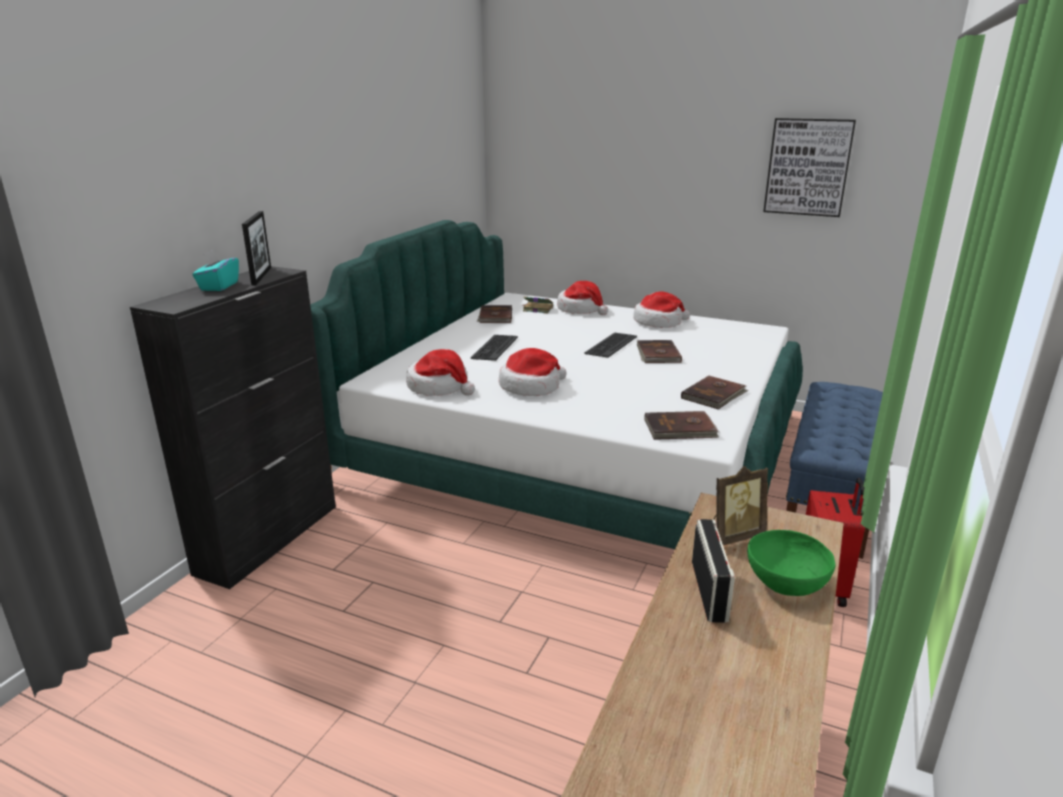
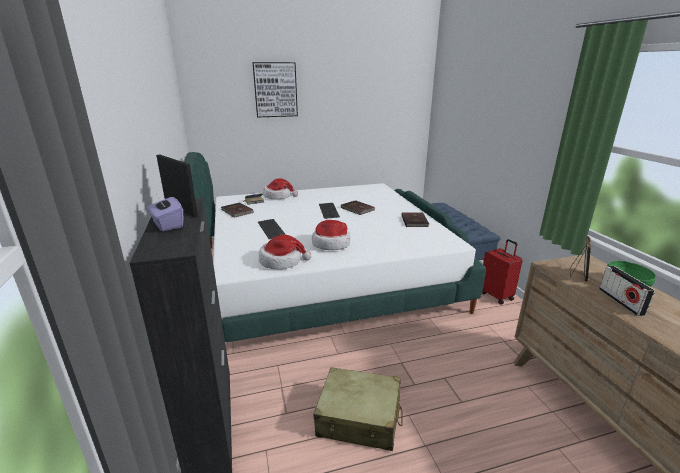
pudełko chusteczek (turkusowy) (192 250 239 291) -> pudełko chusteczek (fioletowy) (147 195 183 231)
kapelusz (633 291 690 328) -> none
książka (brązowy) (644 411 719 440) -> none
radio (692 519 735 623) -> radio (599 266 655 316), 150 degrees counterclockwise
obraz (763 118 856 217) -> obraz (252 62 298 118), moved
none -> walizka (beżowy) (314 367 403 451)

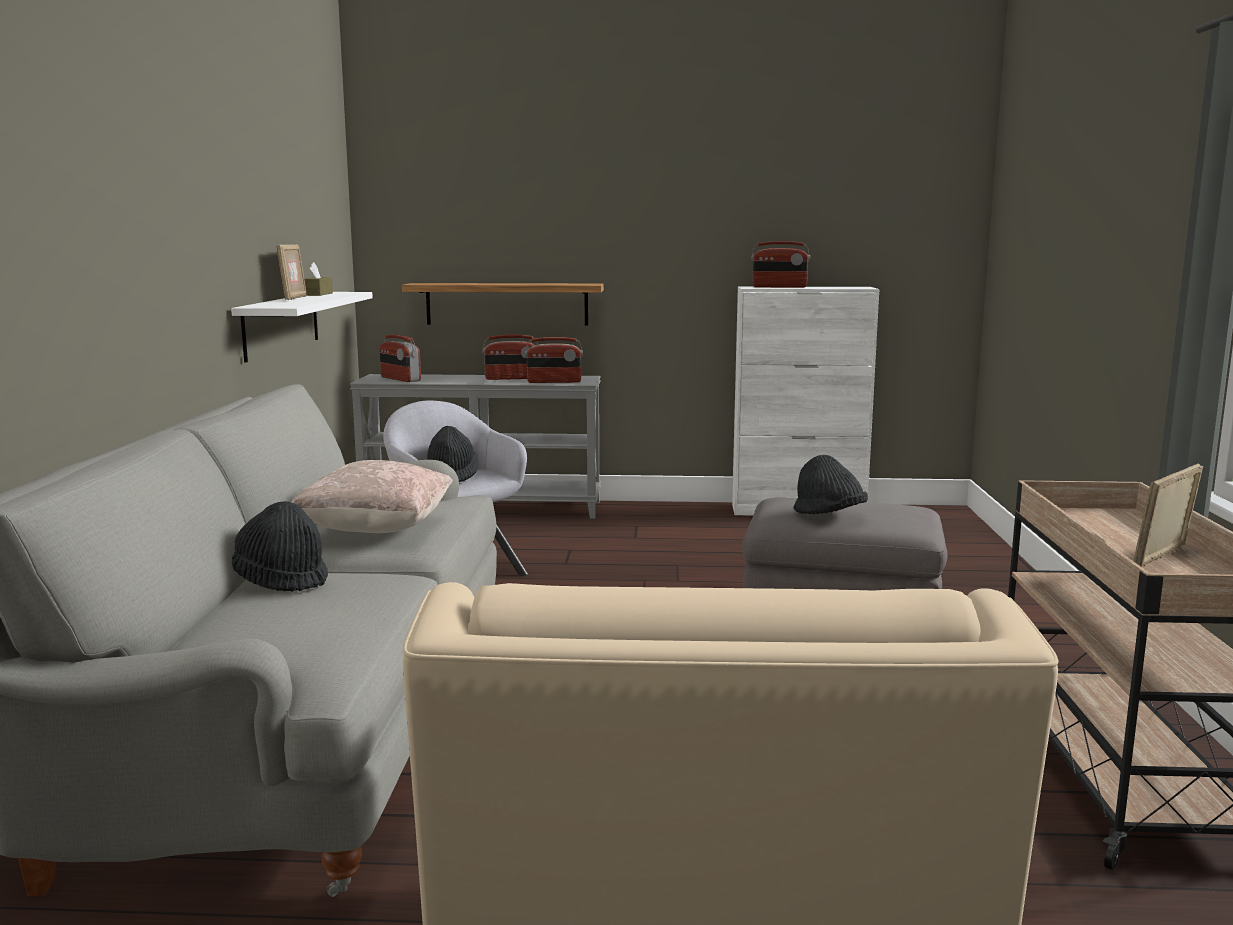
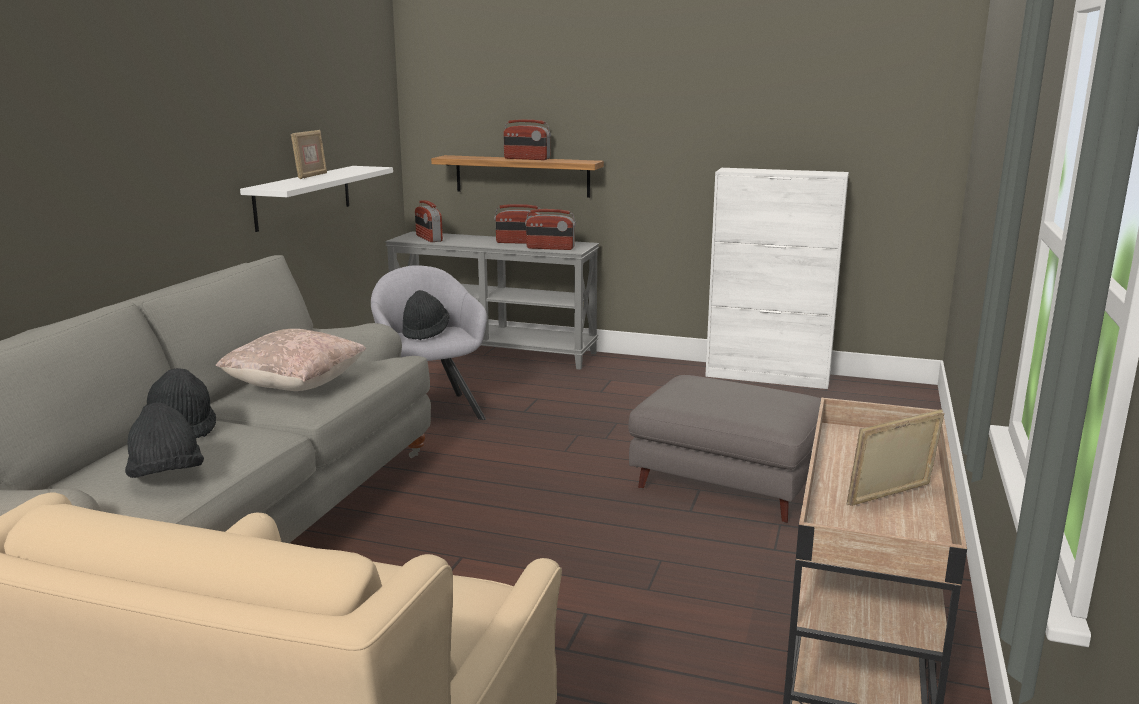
pudełko chusteczek (brązowy) (304 262 333 296) -> none
radio (751 241 810 288) -> radio (503 119 551 160), moved
kapelusz (czarny) (793 455 868 514) -> kapelusz (czarny) (125 402 204 478), moved

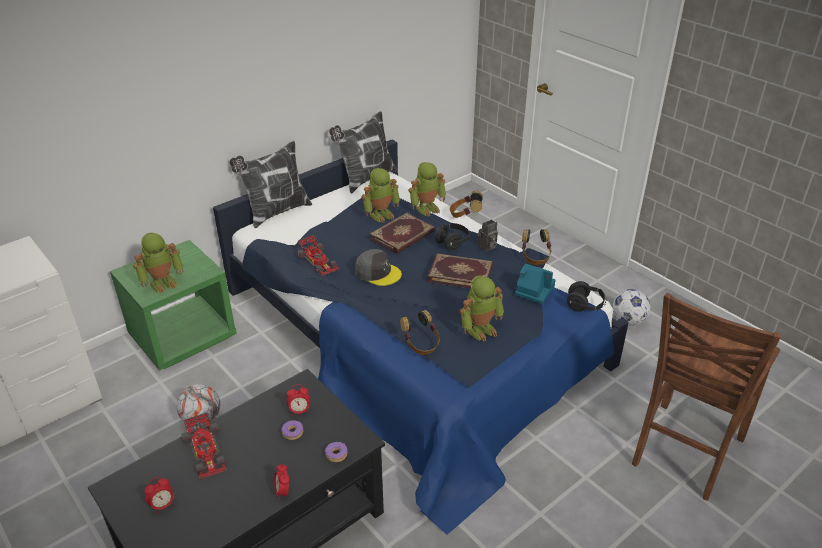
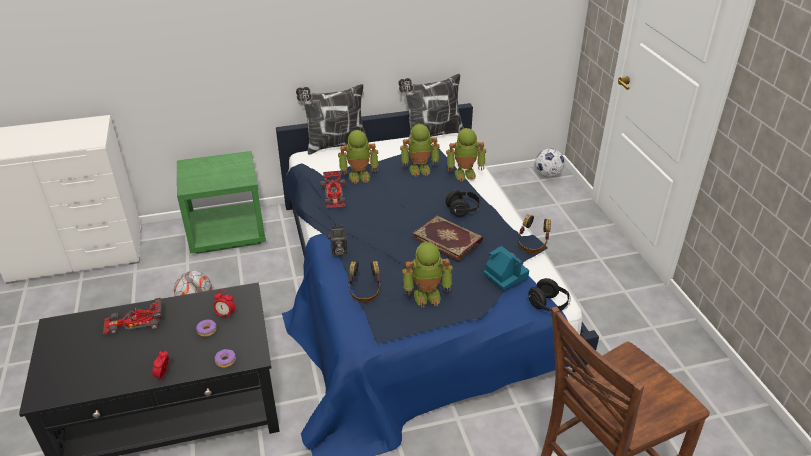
robot zabawkowy (133 232 183 294) -> robot zabawkowy (338 130 378 184), moved
budzik (144 477 174 514) -> none
samochodzik (181 412 227 480) -> samochodzik (103 298 162 335), 75 degrees clockwise
czapka z daszkiem (szary) (355 249 402 286) -> none
książka (370 213 435 254) -> none
słuchawki (449 191 483 218) -> none
aparat fotograficzny (477 219 498 252) -> aparat fotograficzny (328 225 347 257), moved
piłka futbolowa (613 289 650 326) -> piłka futbolowa (535 148 565 178), moved

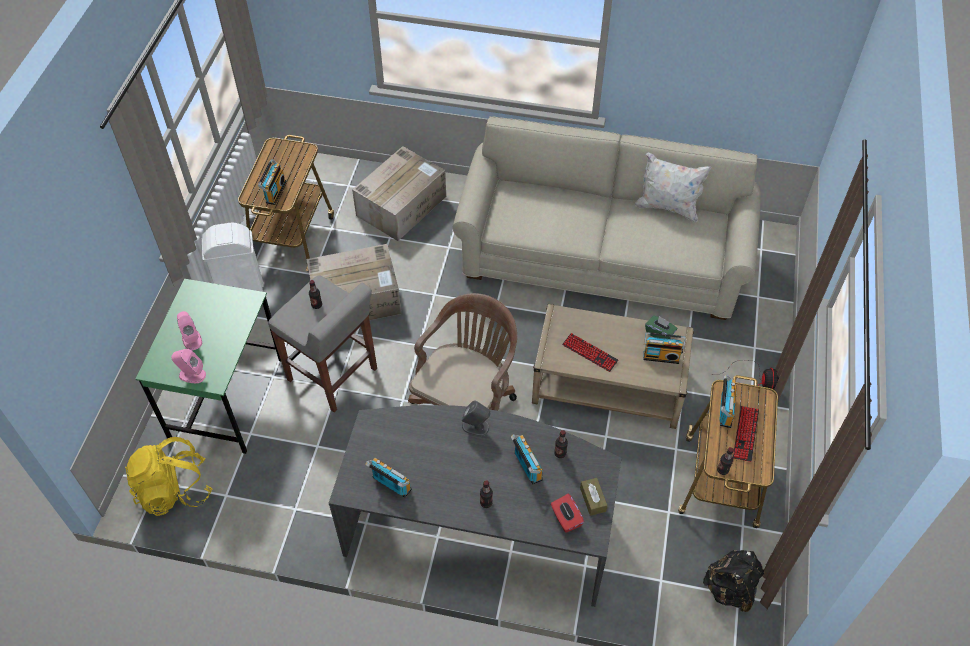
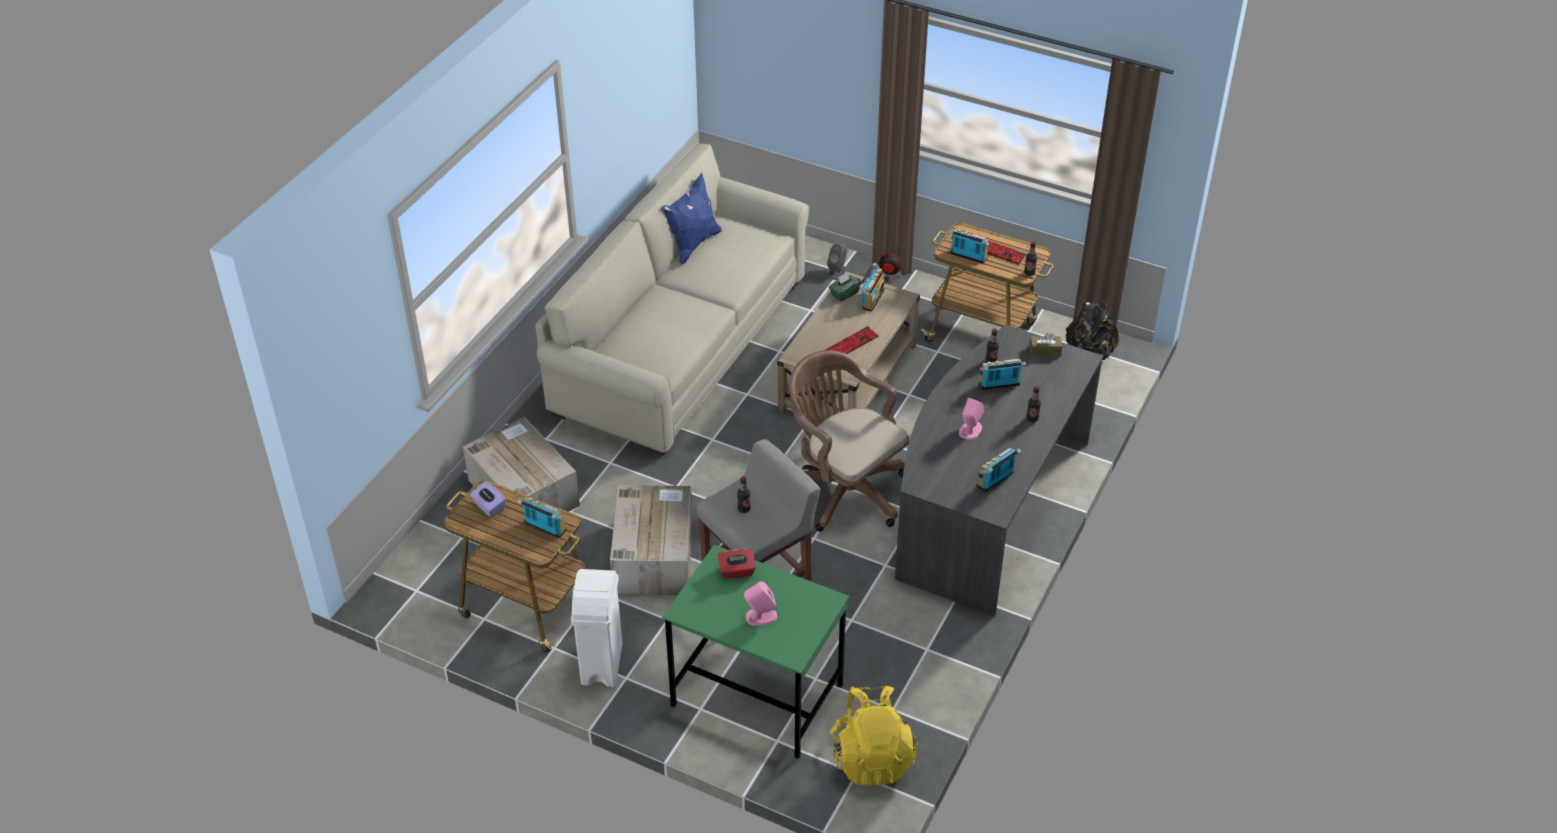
głośnik (różowy) (171 349 206 383) -> głośnik (różowy) (959 398 985 440), moved
głośnik (szary) (462 401 490 436) -> głośnik (szary) (827 244 848 280), moved
pudełko chusteczek (czerwony) (551 494 584 533) -> pudełko chusteczek (czerwony) (718 549 756 579), moved
poduszka (biały) (635 152 711 223) -> poduszka (niebieski) (661 173 722 265)
none -> pudełko chusteczek (fioletowy) (470 481 506 517)

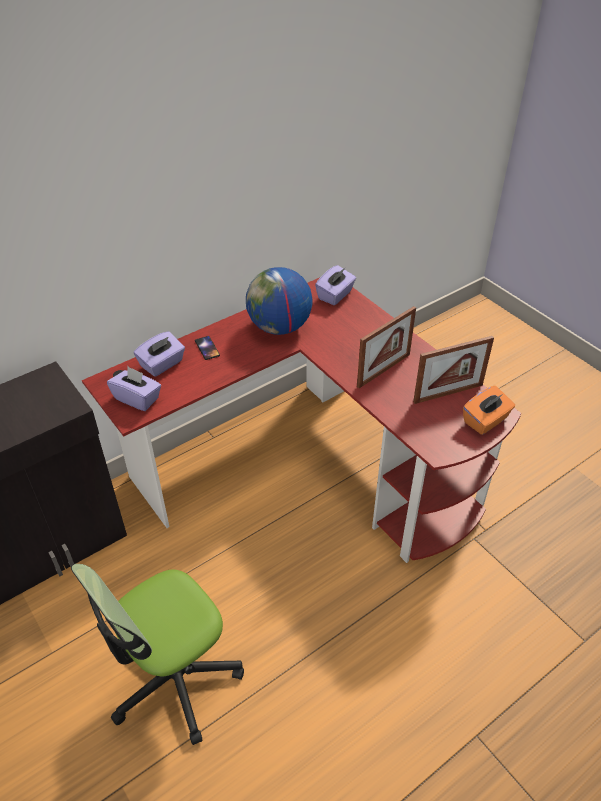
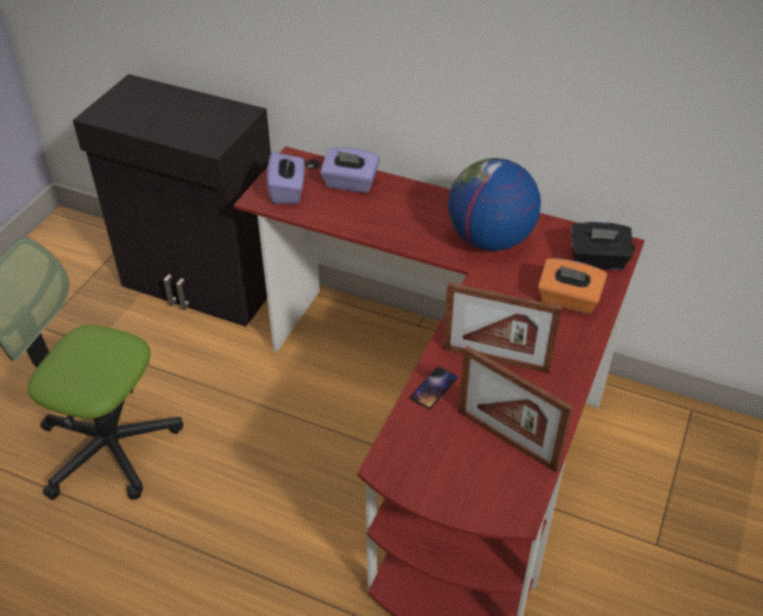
telefon (195 336 220 360) -> telefon (410 366 458 409), moved
pudełko chusteczek (fioletowy) (315 265 356 305) -> pudełko chusteczek (czarny) (571 222 633 270)
pudełko chusteczek (pomarańczowy) (463 386 515 435) -> pudełko chusteczek (pomarańczowy) (538 258 607 314), moved

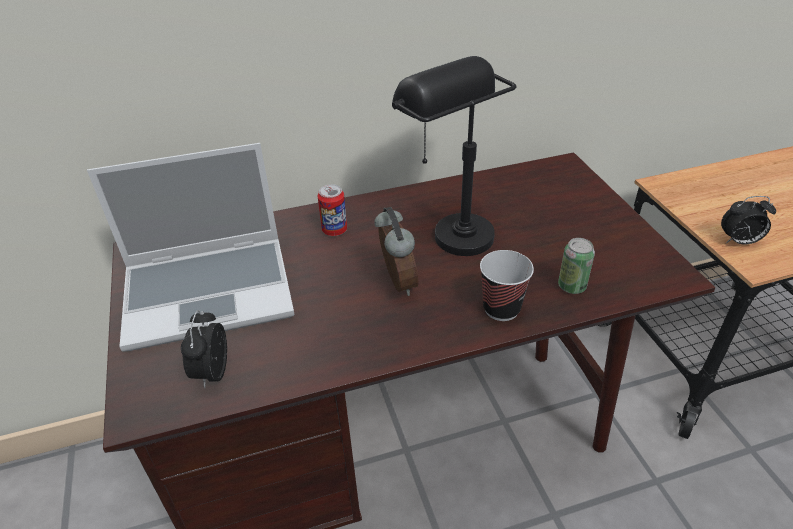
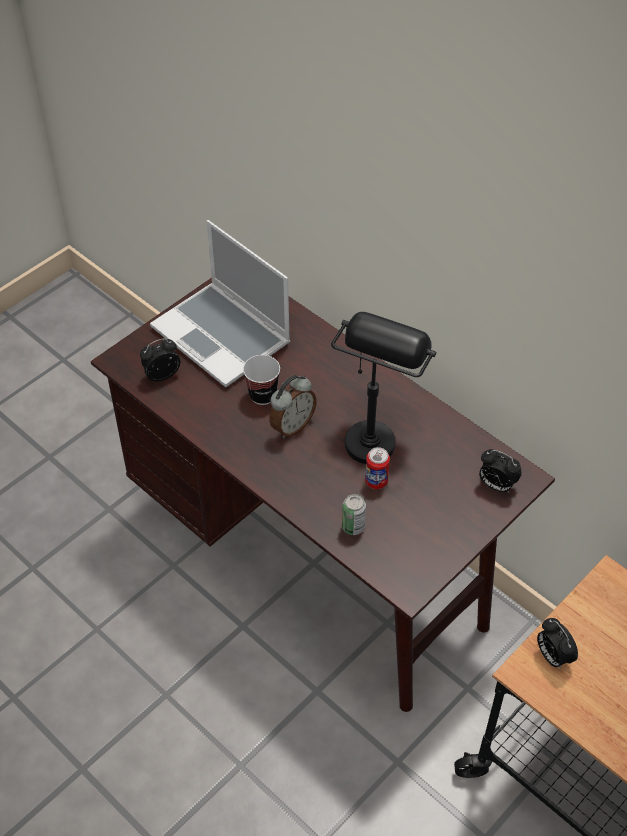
puszka (318 184 347 236) -> puszka (365 447 390 489), moved
filiżanka (480 250 534 321) -> filiżanka (243 355 280 405), moved
none -> budzik (479 449 522 493)

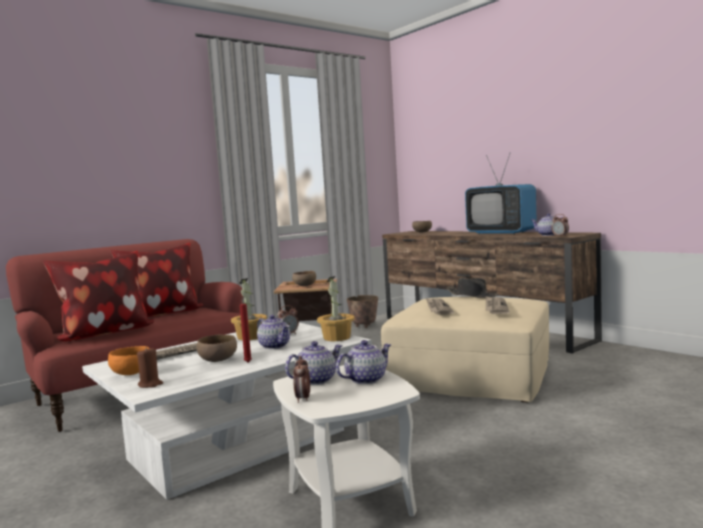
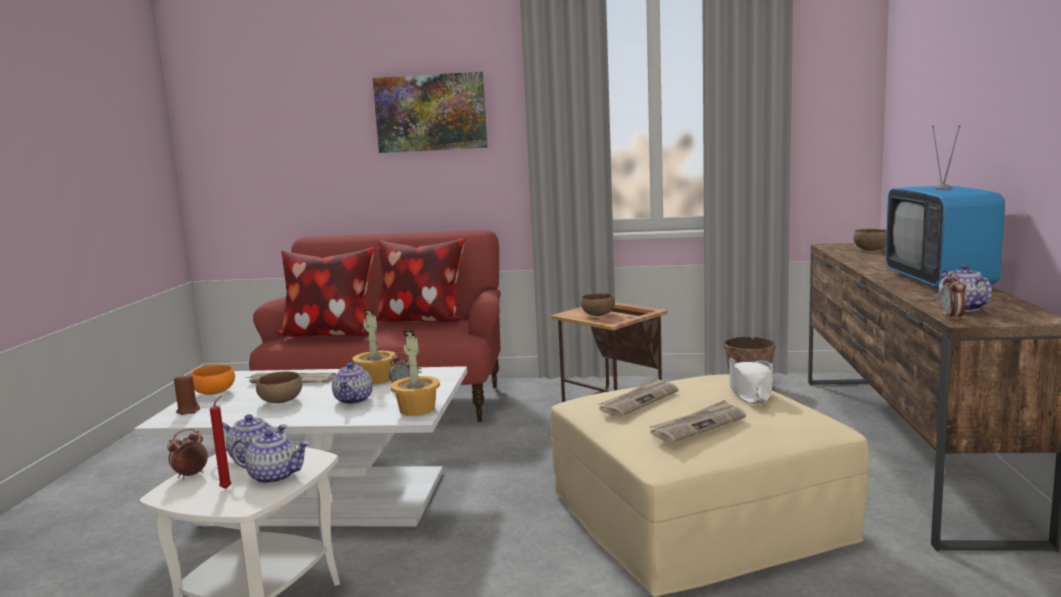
świeca (czerwony) (240 297 252 363) -> świeca (czerwony) (210 395 232 489), moved
kapelusz (czarny) (447 278 498 298) -> kapelusz (biały) (729 358 773 404)
none -> obraz (373 72 487 153)

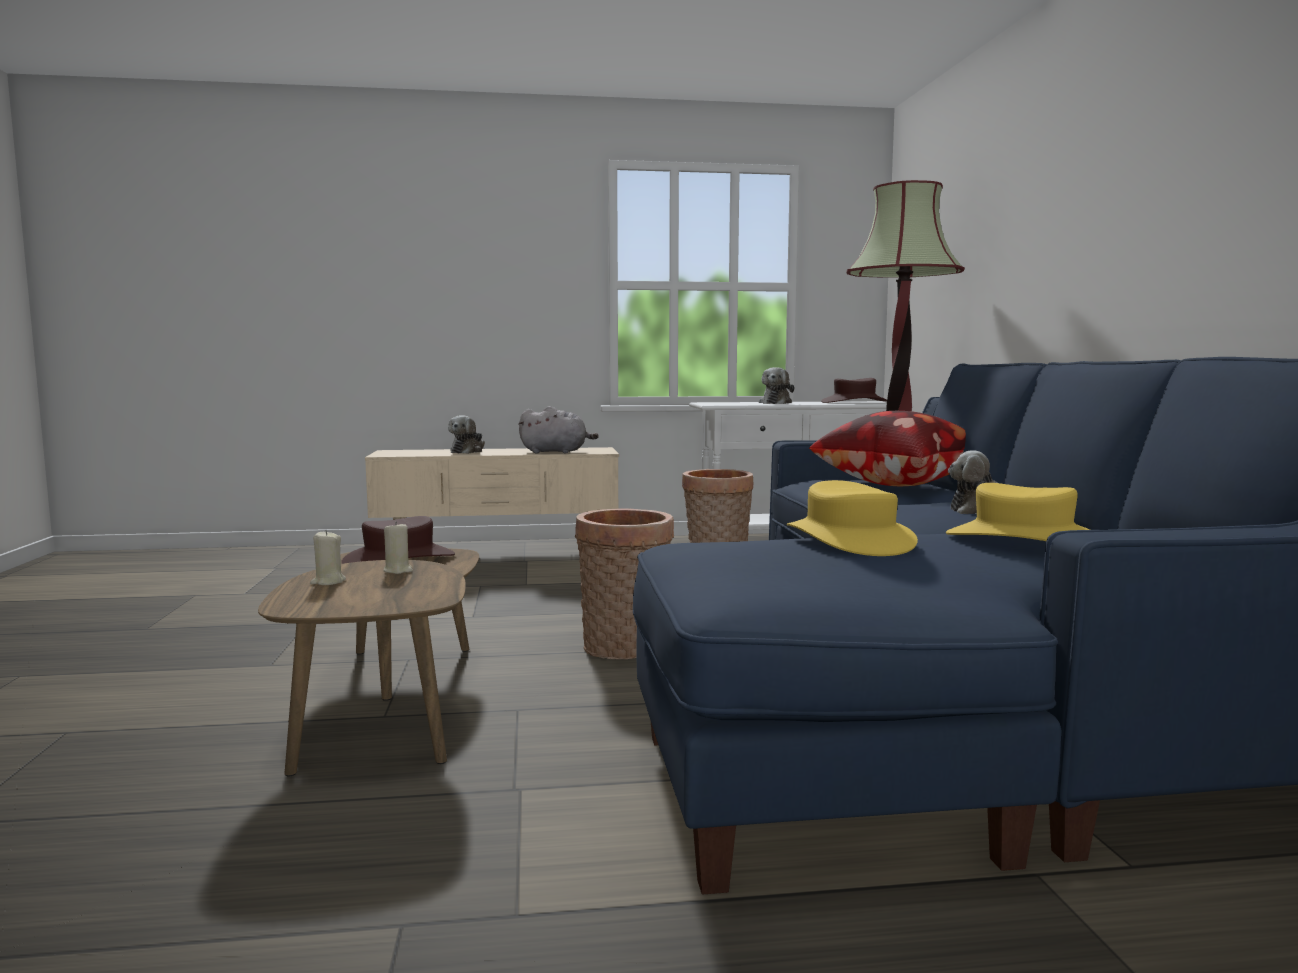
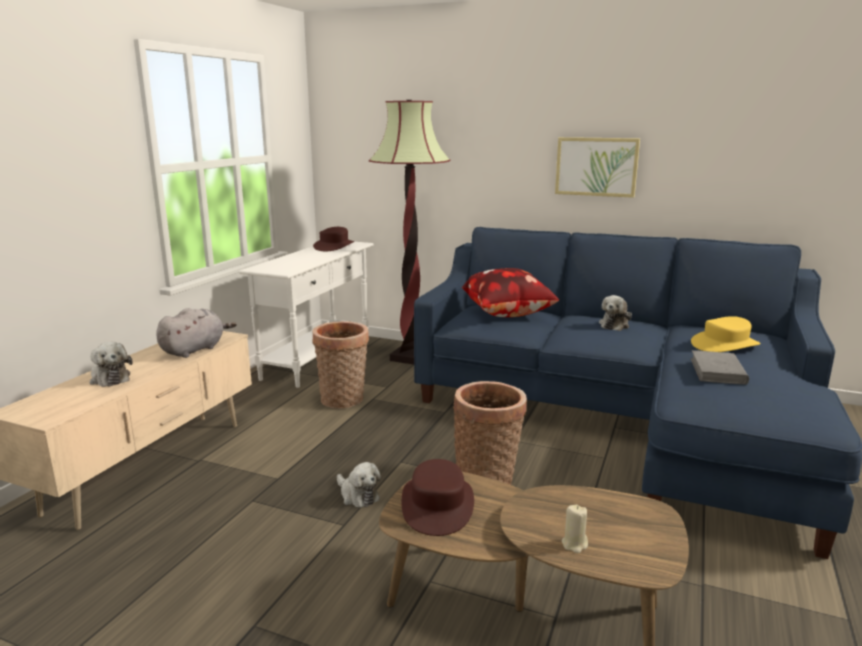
świeca (beżowy) (383 521 413 574) -> none
pluszak (759 367 794 404) -> pluszak (337 462 381 508), moved
kapelusz (żółty) (787 480 918 556) -> książka (szary) (691 350 749 385)
none -> obraz (555 137 640 198)

